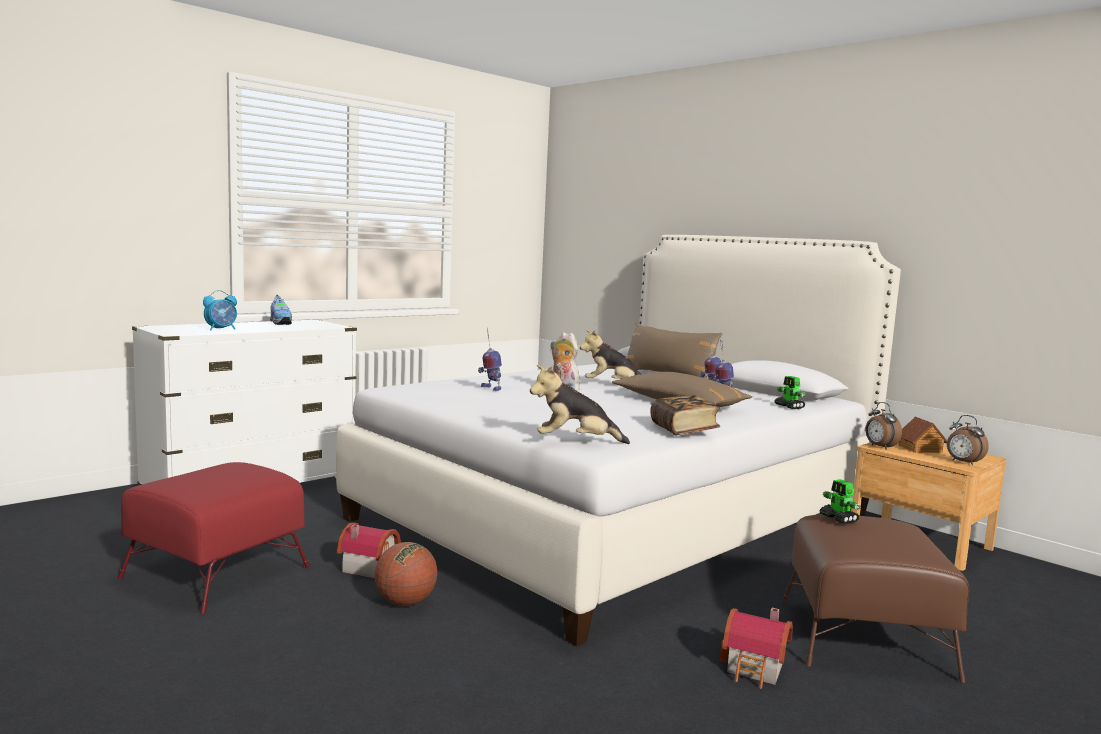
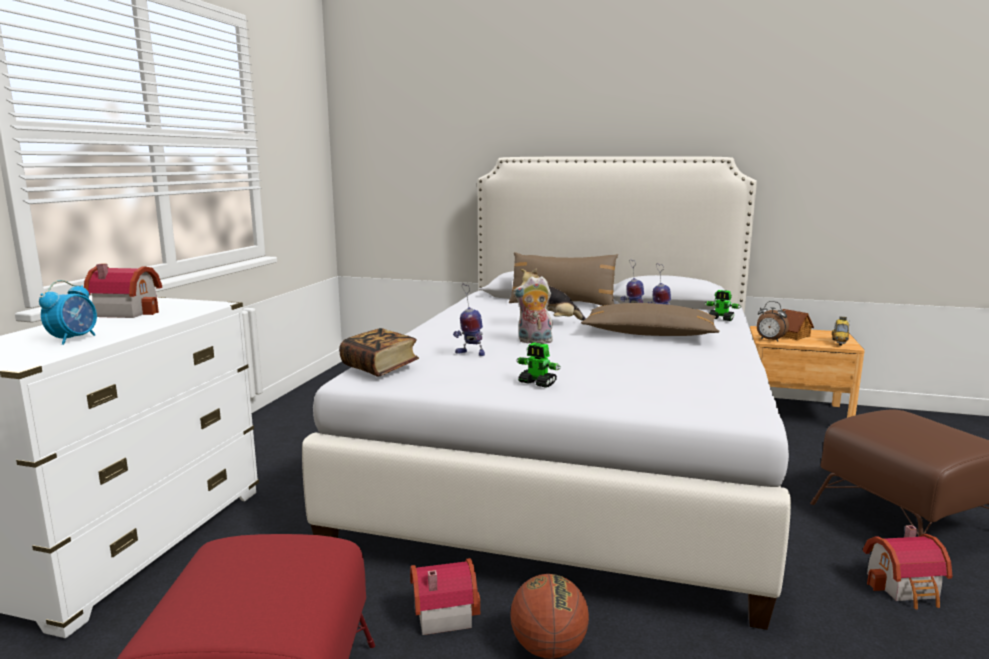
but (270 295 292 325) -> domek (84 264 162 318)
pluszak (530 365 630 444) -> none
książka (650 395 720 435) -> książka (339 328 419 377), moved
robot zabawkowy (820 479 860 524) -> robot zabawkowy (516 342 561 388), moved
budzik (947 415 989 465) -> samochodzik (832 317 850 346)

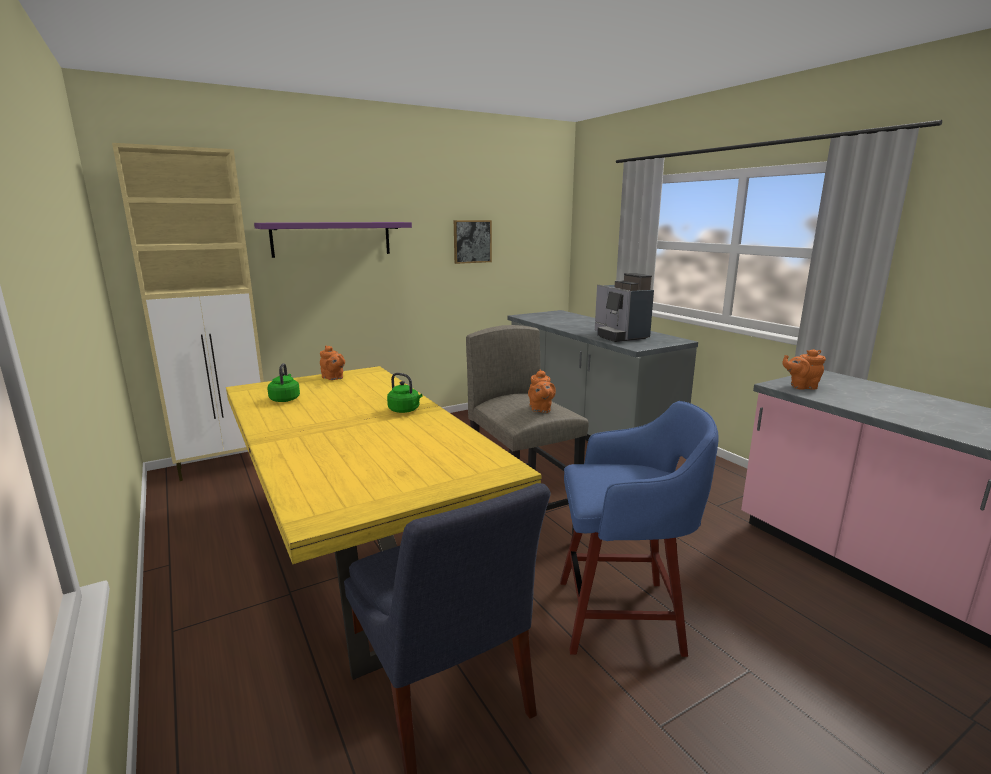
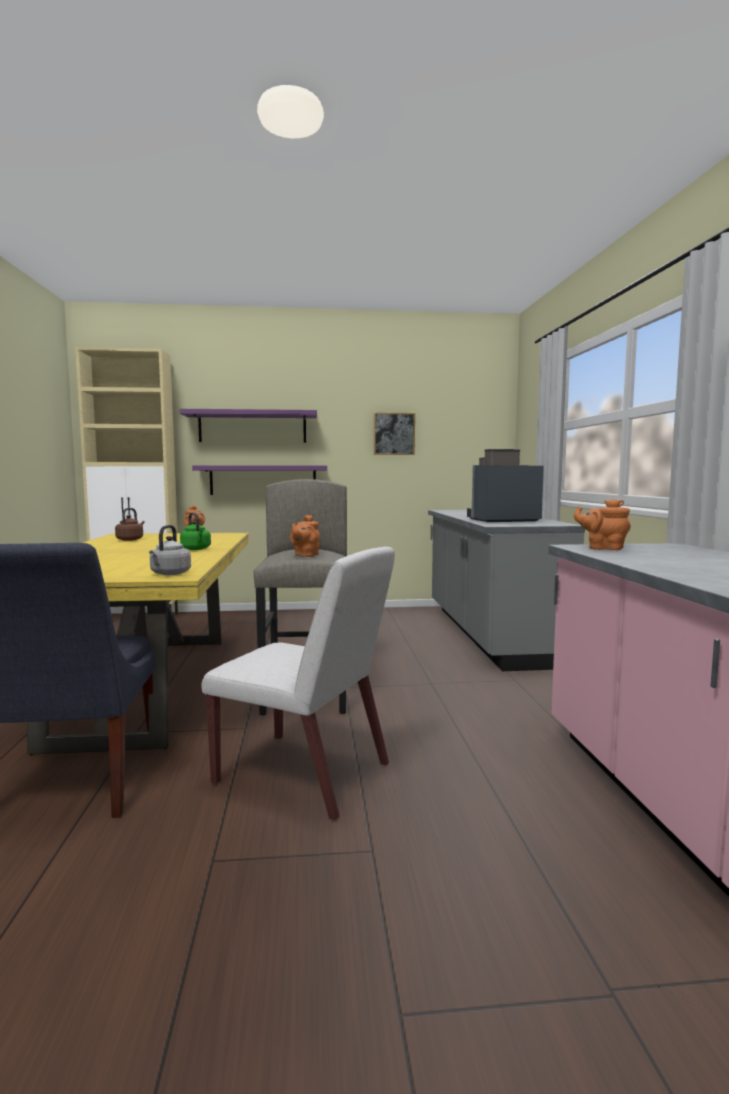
czajnik (zielony) (267 363 300 402) -> czajnik (brązowy) (115 508 145 541)
stołek (niebieski) (560 401 718 657) -> krzesło (biały) (202 547 395 821)
ekspres do kawy (595 273 654 342) -> ekspres do kawy (467 449 544 522), 75 degrees clockwise
none -> czajnik (szary) (149 525 191 575)
none -> półka (fioletowy) (192 465 327 495)

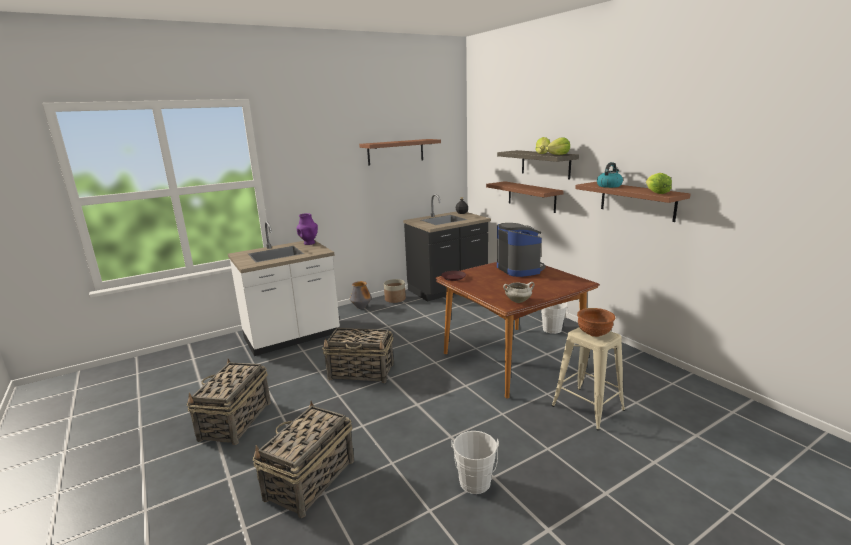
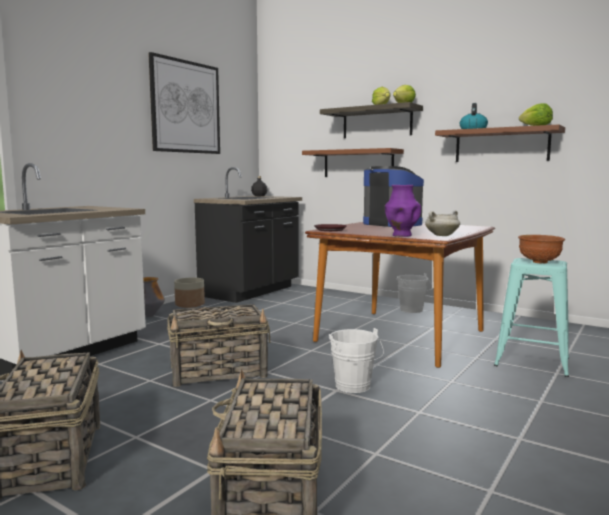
wazon (fioletowy) (297 213 318 245) -> wazon (fioletowy) (385 185 421 237), moved
półka (brązowy) (359 139 441 166) -> obraz (148 52 220 154)
wiadro (biały) (451 431 499 494) -> wiadro (biały) (329 328 384 393), moved
stołek (beżowy) (551 327 625 430) -> stołek (turkusowy) (494 258 569 377)

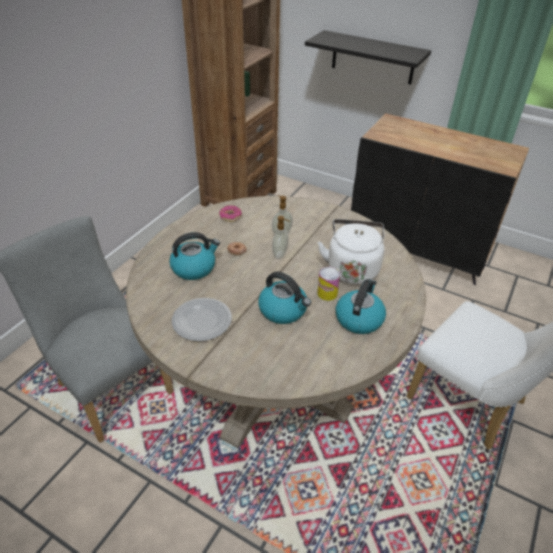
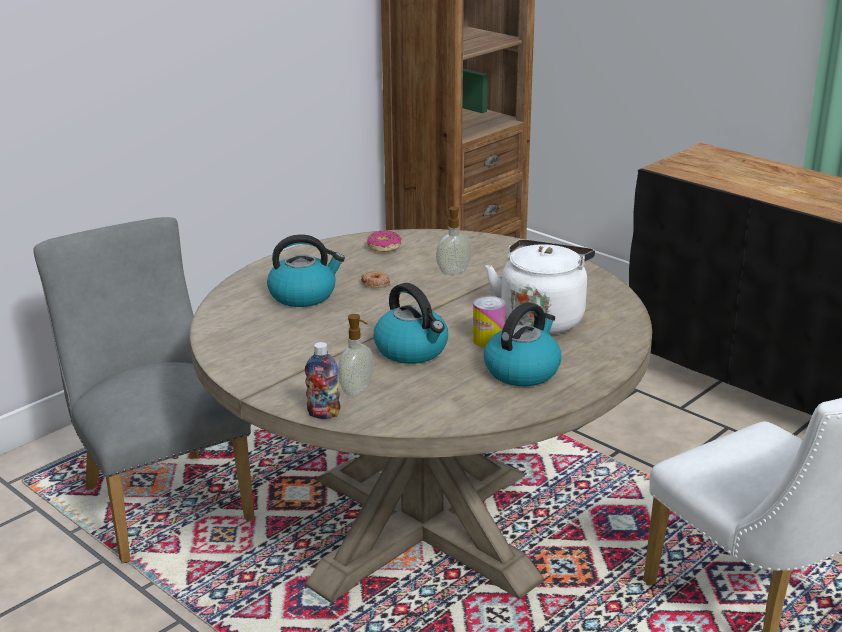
talerz (172 298 232 341) -> none
dozownik mydła (272 216 290 259) -> dozownik mydła (338 314 373 396), moved
półka (czarny) (305 30 431 85) -> none
none -> butelka (305 342 340 419)

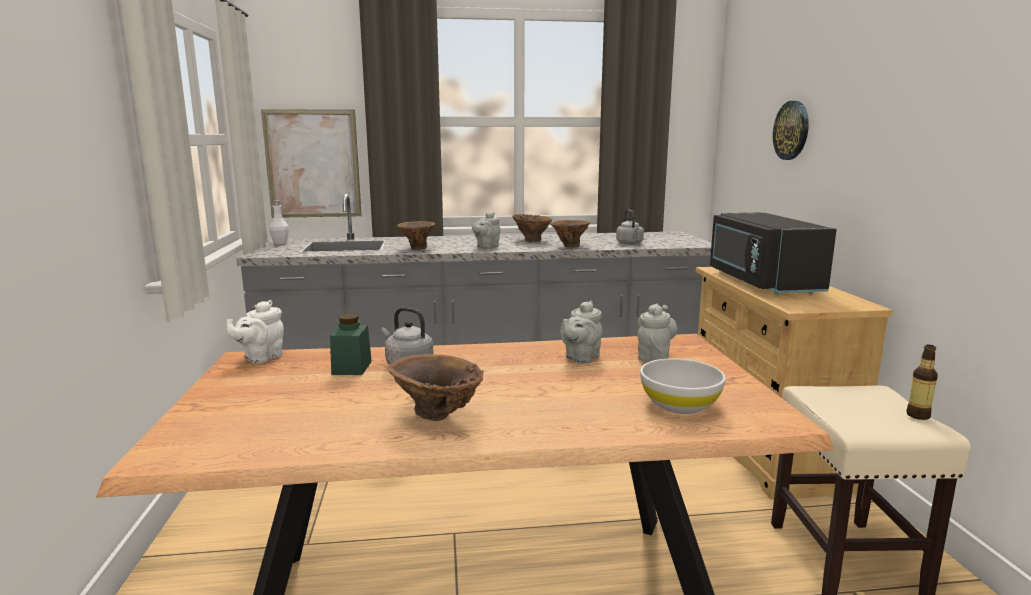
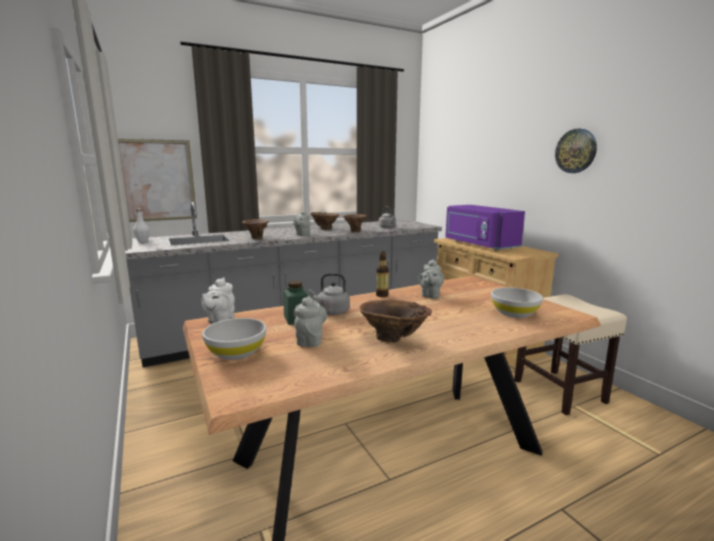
imbryk (szary) (637 304 677 362) -> imbryk (szary) (294 295 327 347), moved
mikrofalówka (czarny) (710 212 837 295) -> mikrofalówka (fioletowy) (445 205 525 251)
zegar ścienny (773 101 809 160) -> zegar ścienny (555 129 597 173), moved
butelka (906 345 938 420) -> butelka (376 251 389 297), moved
none -> miska (biały) (202 318 266 360)

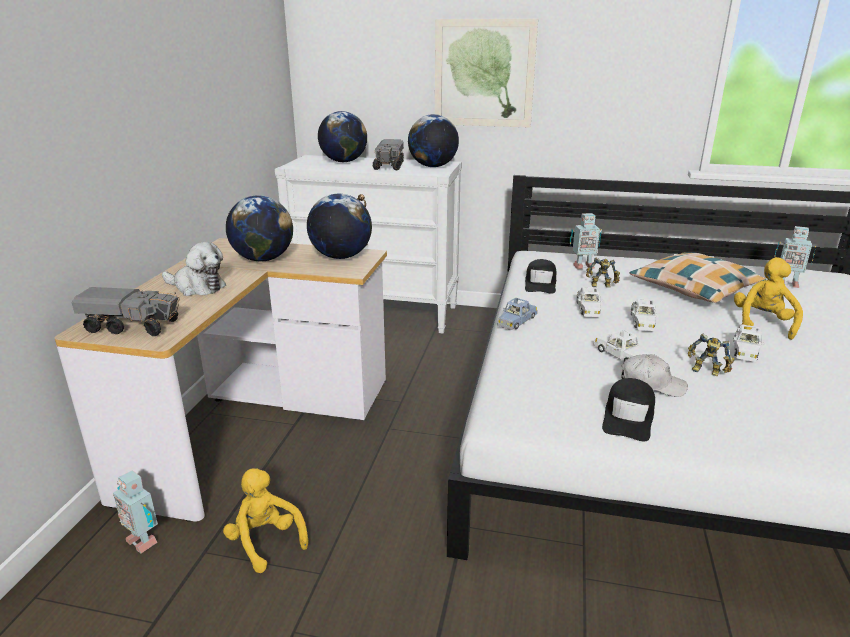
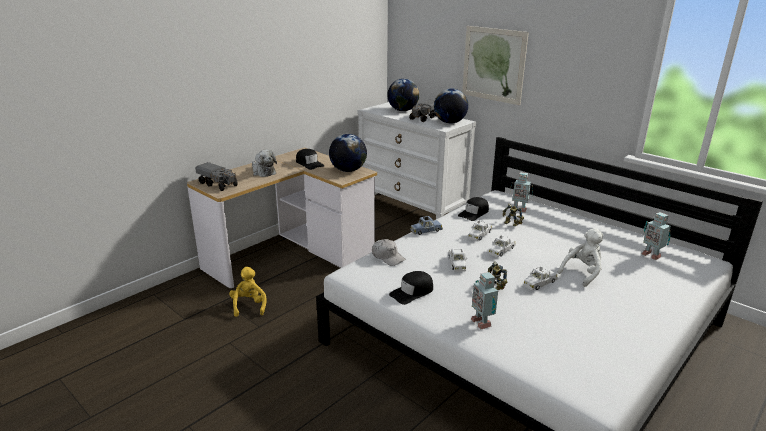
robot zabawkowy (113 470 158 553) -> robot zabawkowy (471 272 498 329), moved
globus (226 195 293 261) -> czapka z daszkiem (czarny) (296 149 324 170)
czapka z daszkiem (biały) (621 354 688 397) -> czapka z daszkiem (biały) (372 239 406 266), moved
poduszka (629 252 766 303) -> none
pluszak (żółty) (734 257 803 340) -> pluszak (biały) (558 228 603 287)

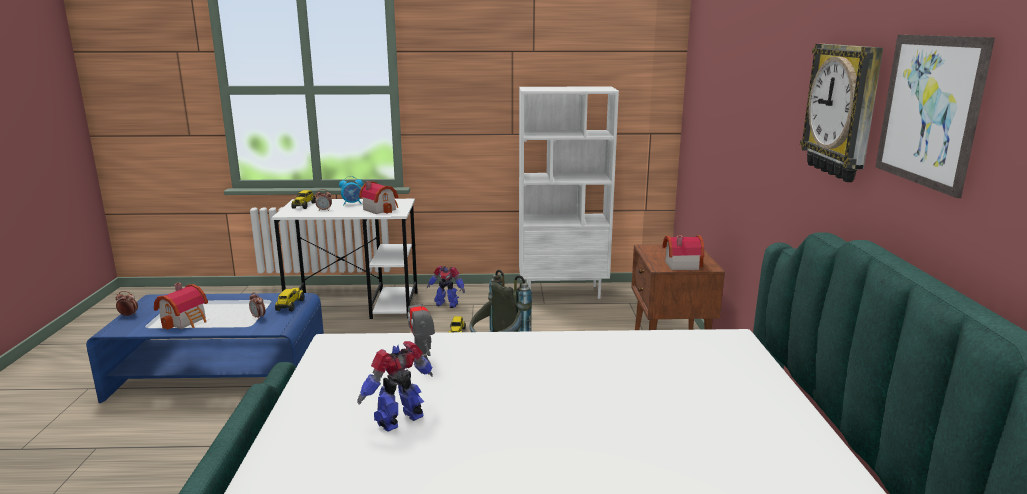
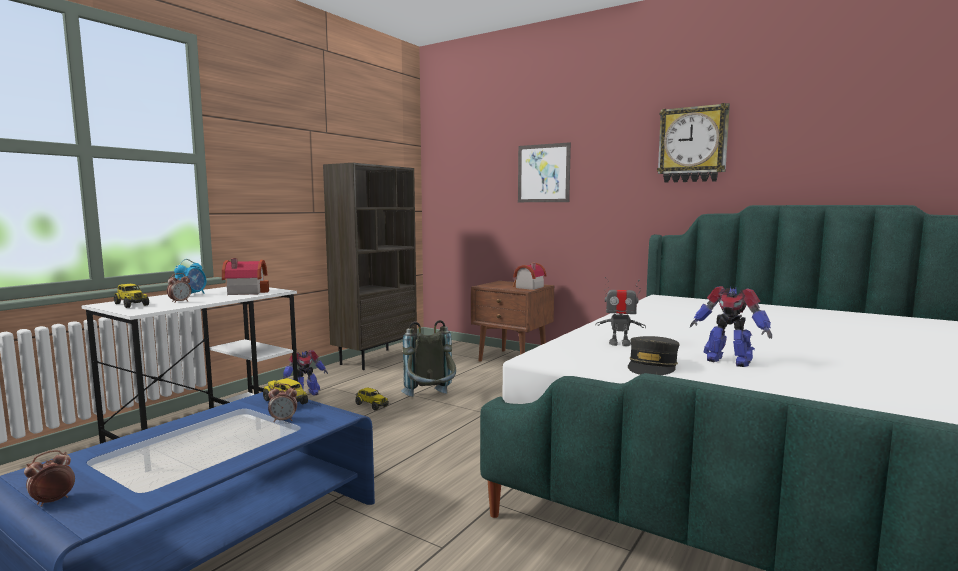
domek (154 283 208 330) -> none
robot zabawkowy (358 341 433 432) -> robot zabawkowy (690 286 772 367), 45 degrees counterclockwise
regał (biały) (519 87 619 299) -> regał (brązowy) (323 163 417 370)
obraz (875 35 995 198) -> obraz (518 142 571 202), moved
none -> czapka z daszkiem (szary) (628 336 680 375)

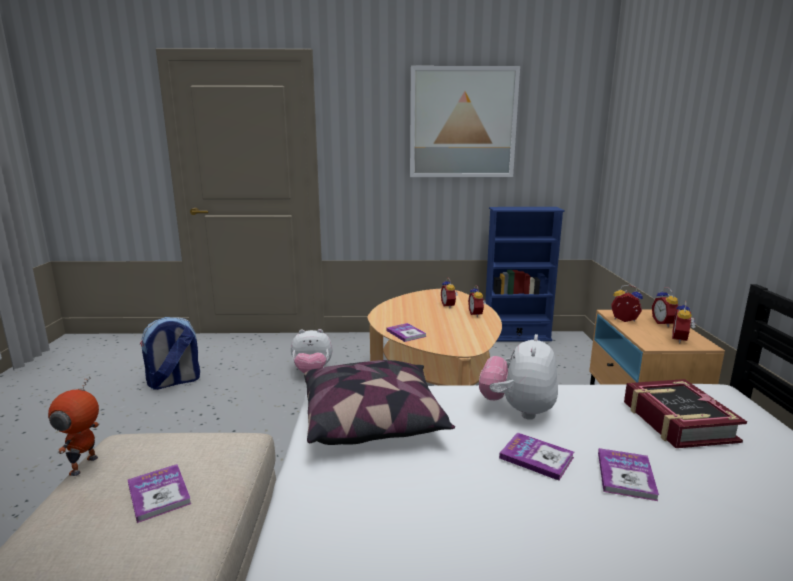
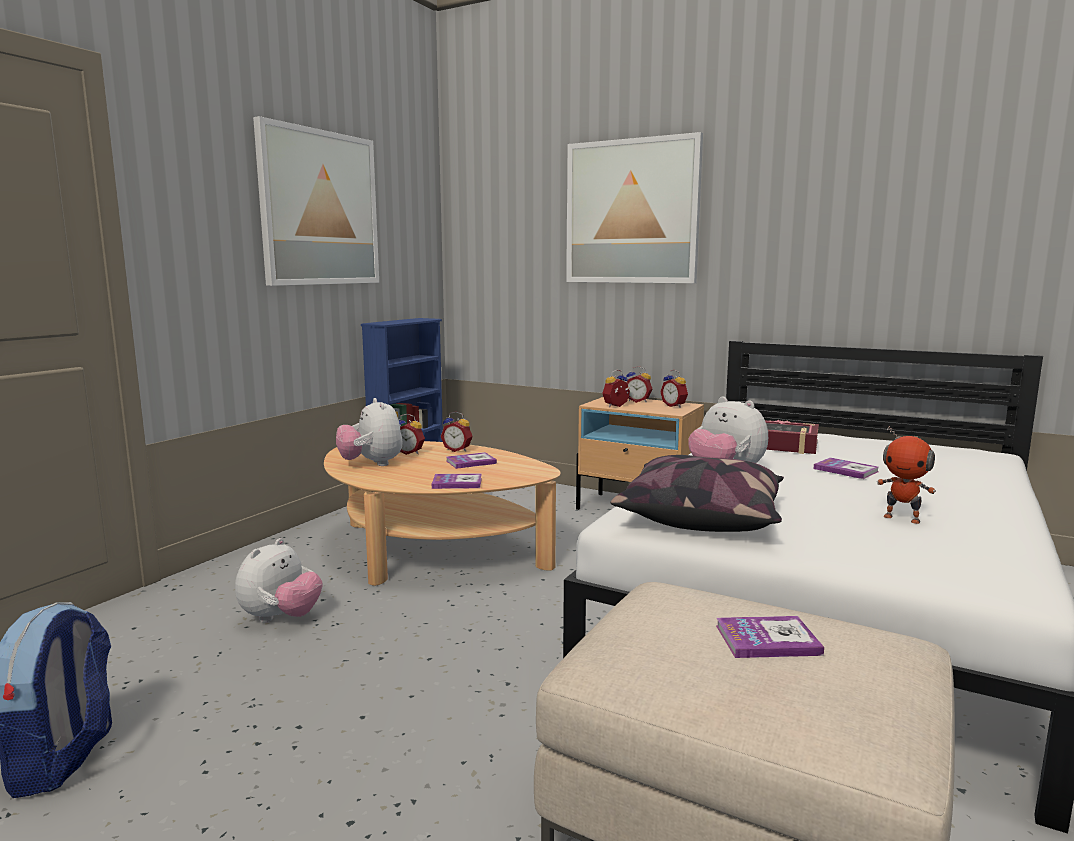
robot zabawkowy (48 377 100 476) -> robot zabawkowy (877 426 936 524), moved
książka (499 432 574 481) -> książka (447 452 497 469), moved
none -> pluszak (336 398 403 466)
none -> obraz (566 132 703 283)

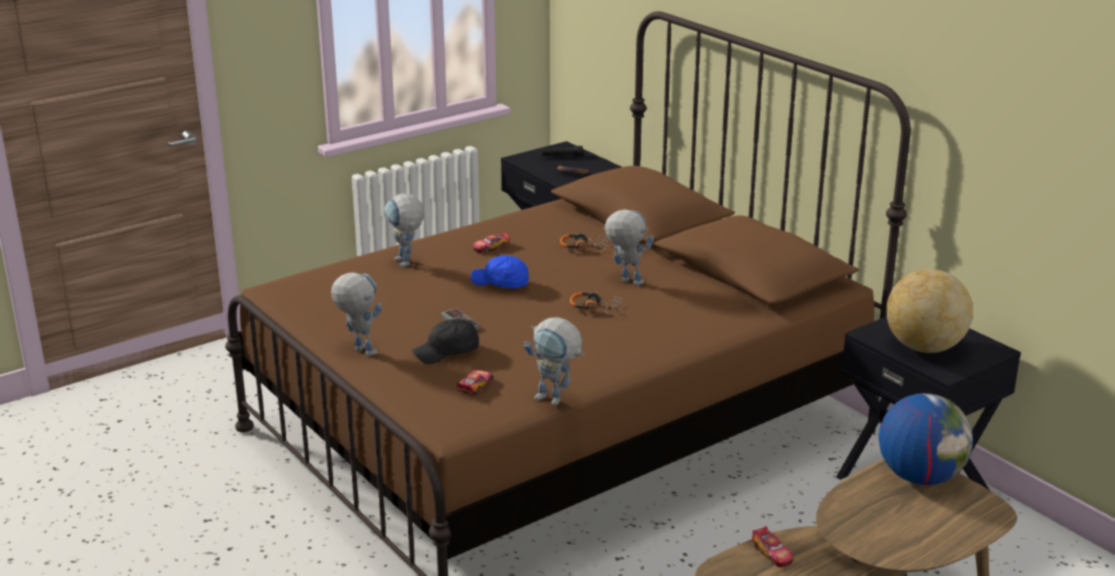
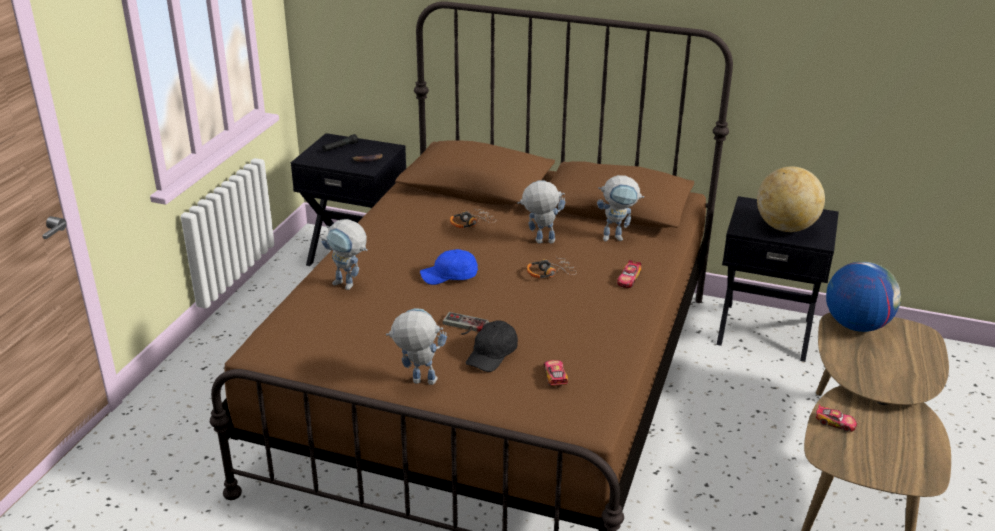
samochodzik (473 231 510 253) -> samochodzik (617 260 641 288), moved
robot zabawkowy (524 317 585 406) -> robot zabawkowy (597 175 644 241), moved

